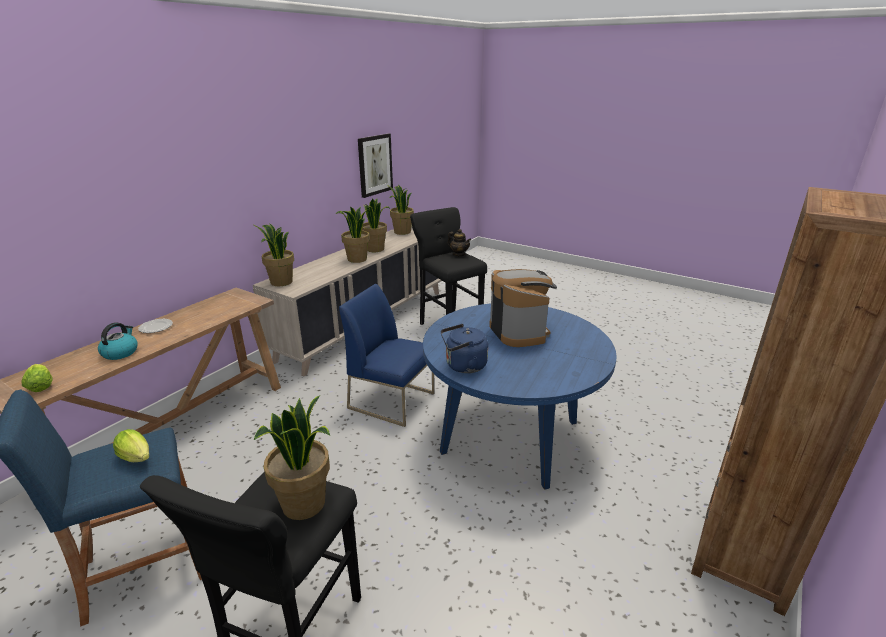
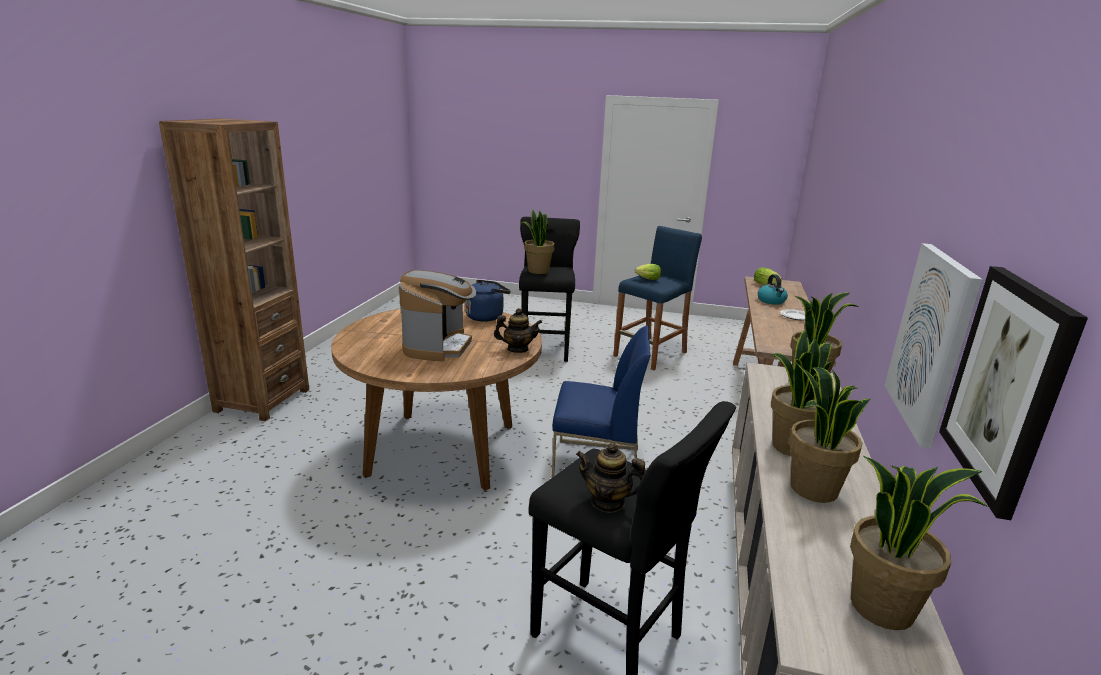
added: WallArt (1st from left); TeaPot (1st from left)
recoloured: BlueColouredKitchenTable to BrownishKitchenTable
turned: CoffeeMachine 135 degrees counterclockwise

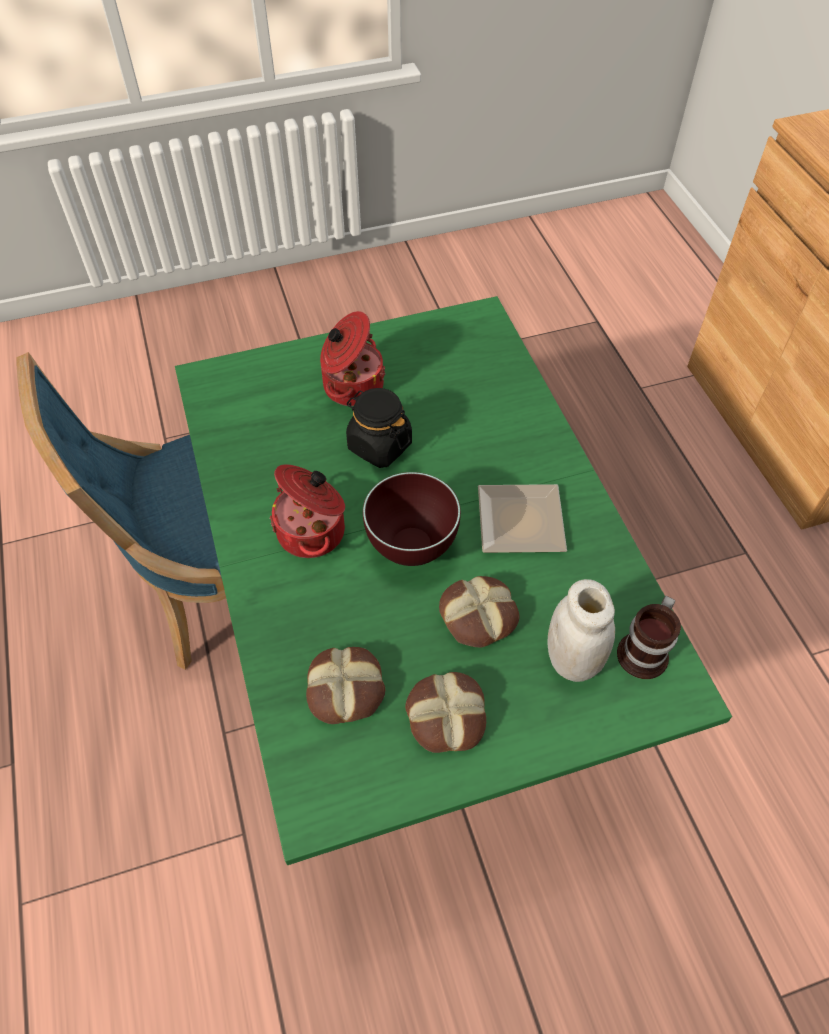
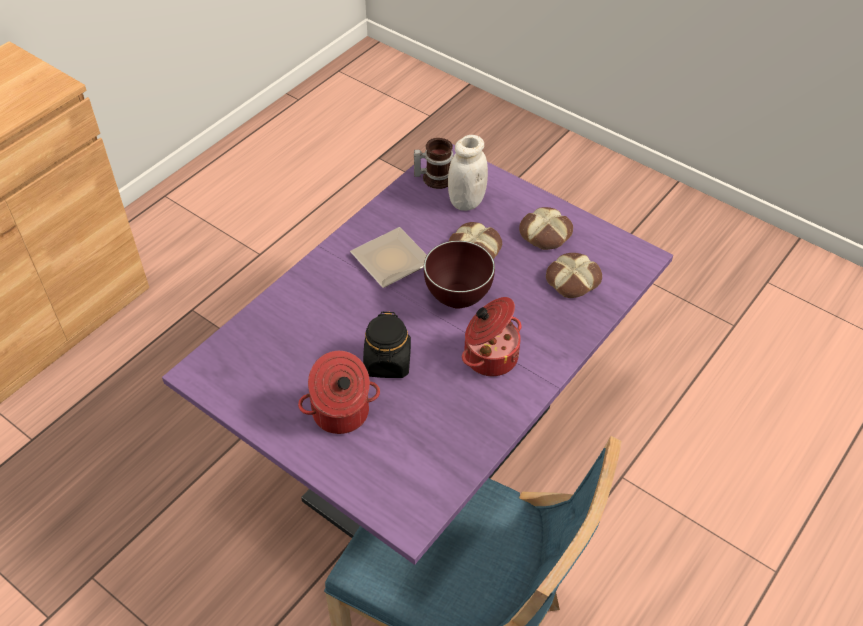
recoloured: GreenColouredKitchenTable to PurpleColouredKitchenTable

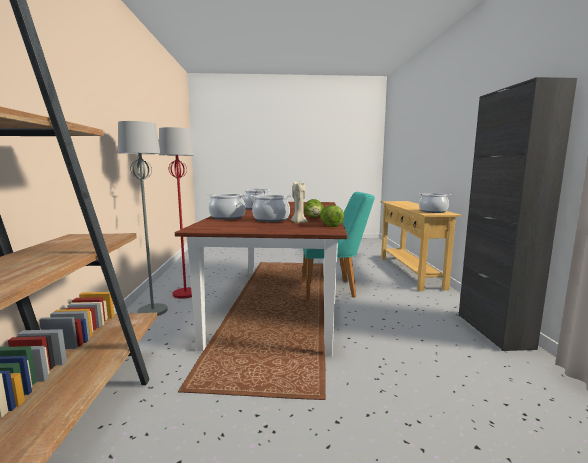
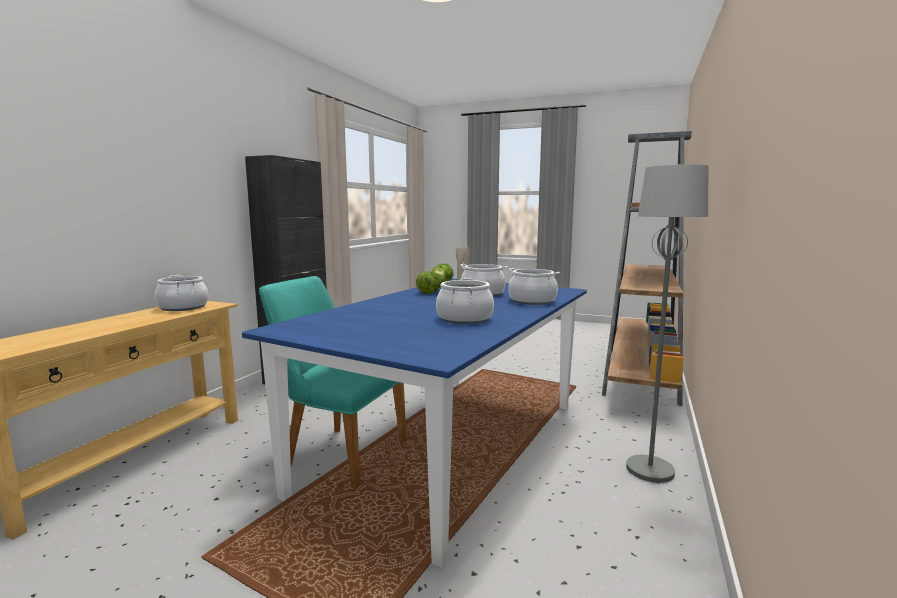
removed: RedColouredFloorLamp
recoloured: BrownishKitchenTable to BlueColouredKitchenTable

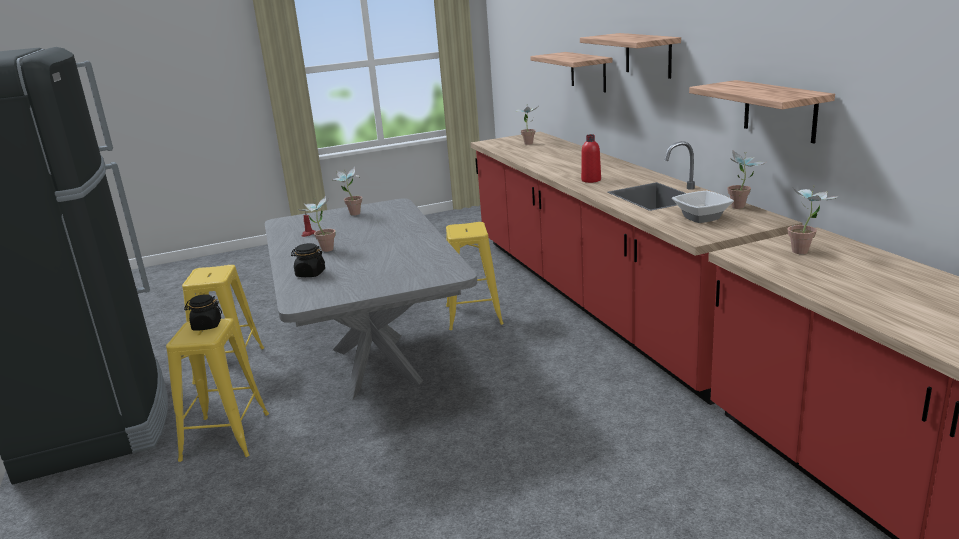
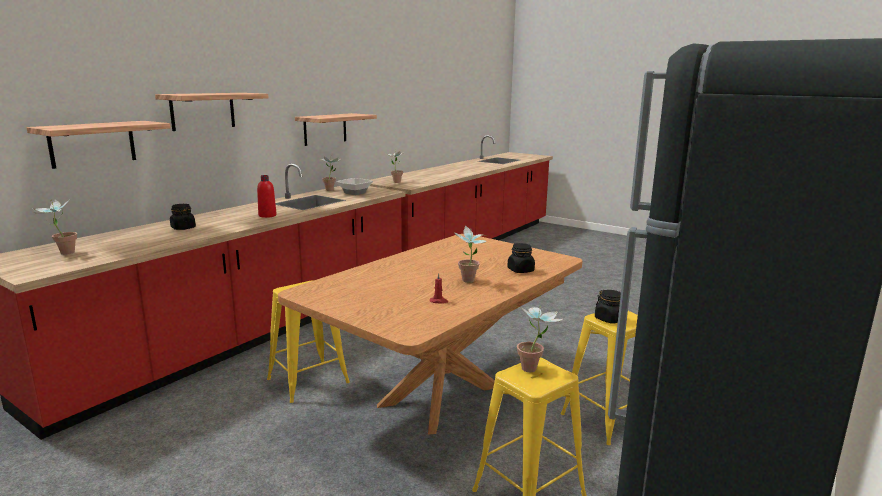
added: BlackColouredPreserveJar (1st from left)
moved: PlantInAPot (2nd from left in the first image) to PlantInAPot (5th from left)
recoloured: GreyKitchenTable to BrownishKitchenTable

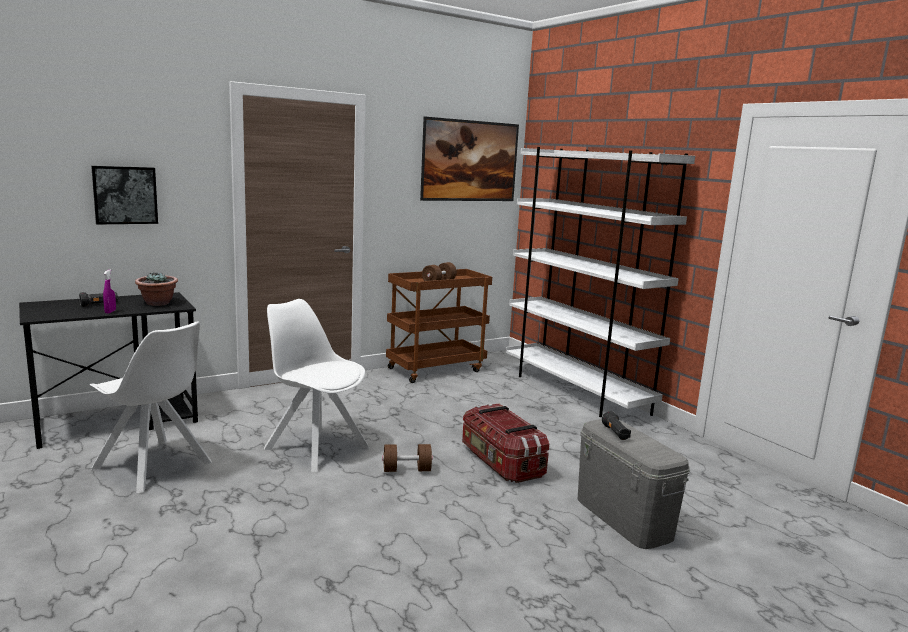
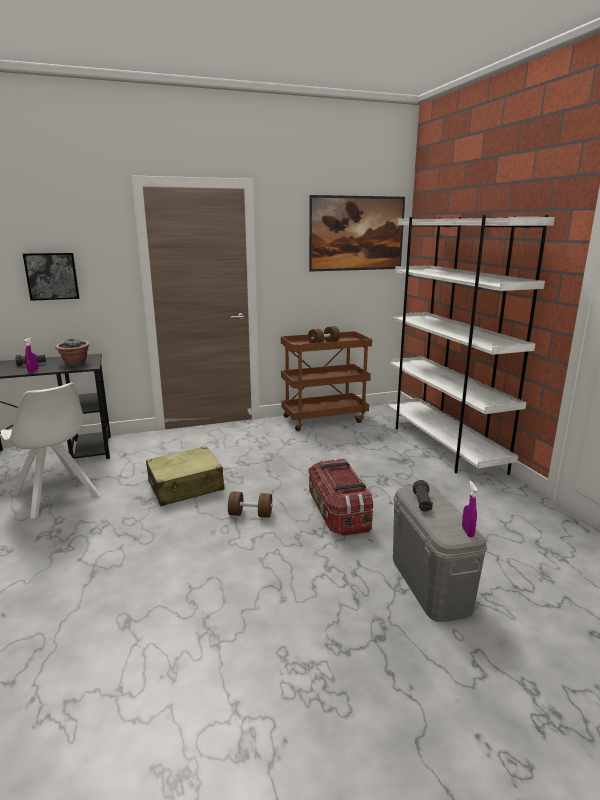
added: PurpleColouredSprayer (2nd from left)
replaced: WhitishUprightChair (2nd from left) to BeigeColouredTravelCase

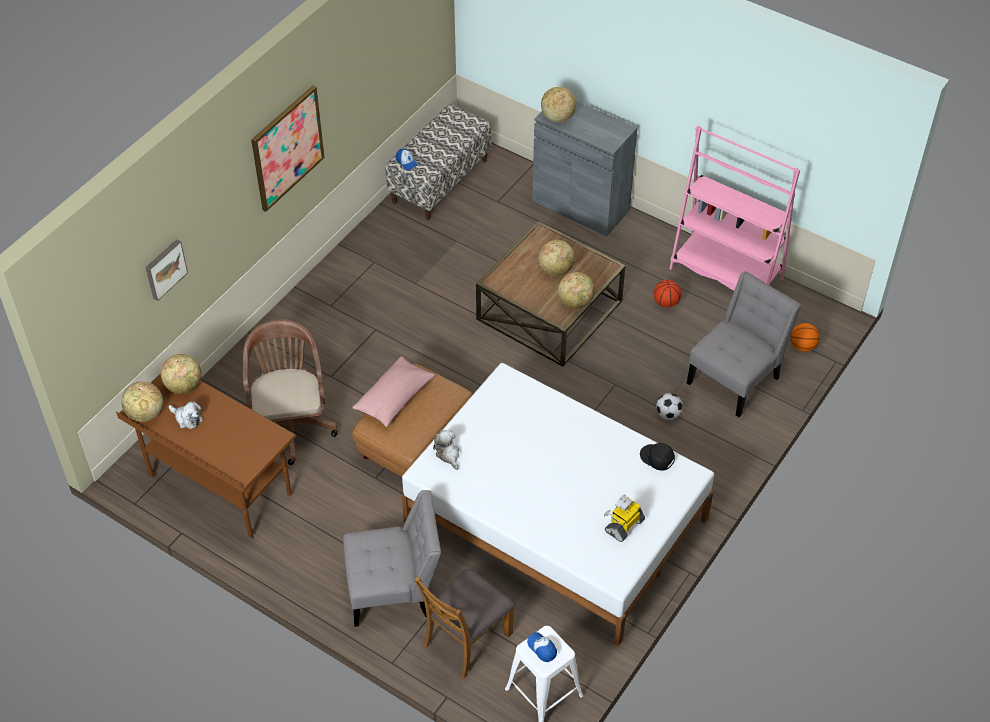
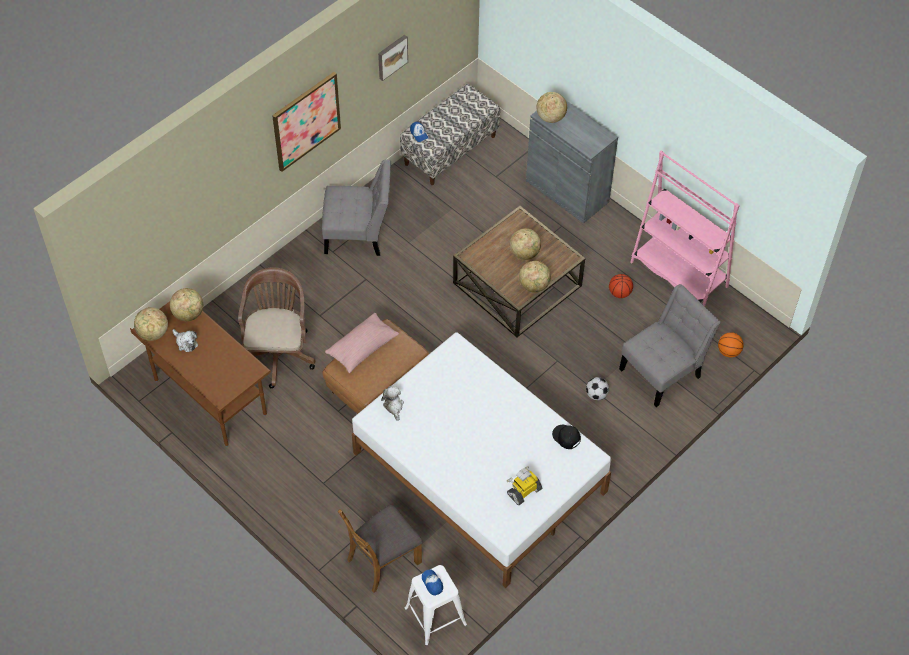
moved: WallArt (1st from left in the first image) to WallArt (2nd from left); GreyUprightChair (1st from left)

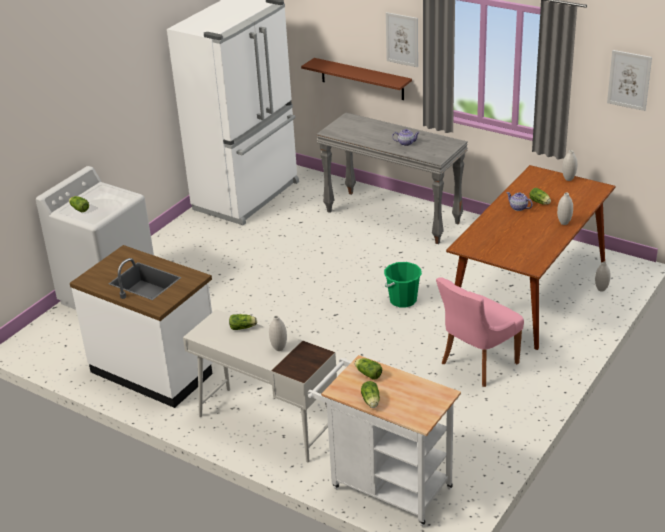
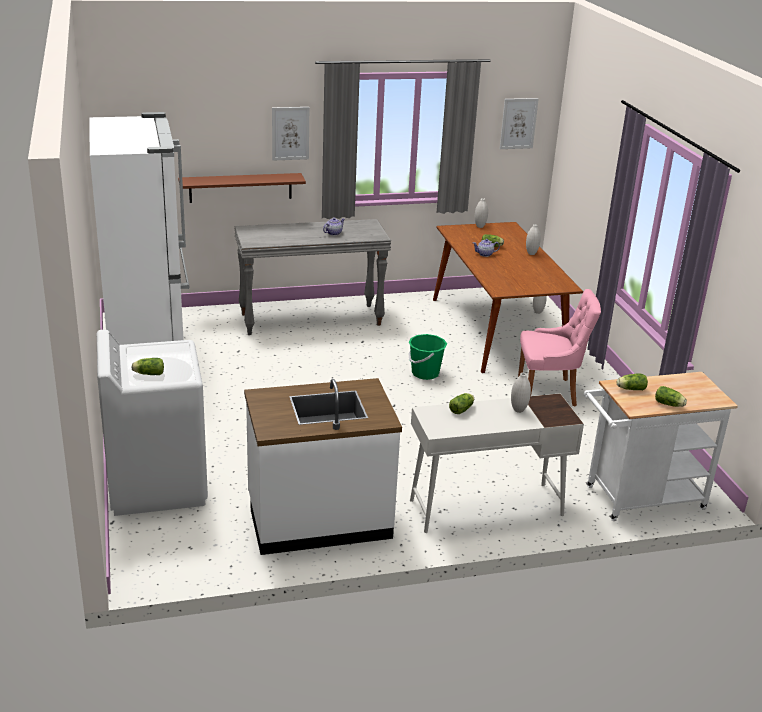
turned: PinkColouredUprightChair 90 degrees counterclockwise

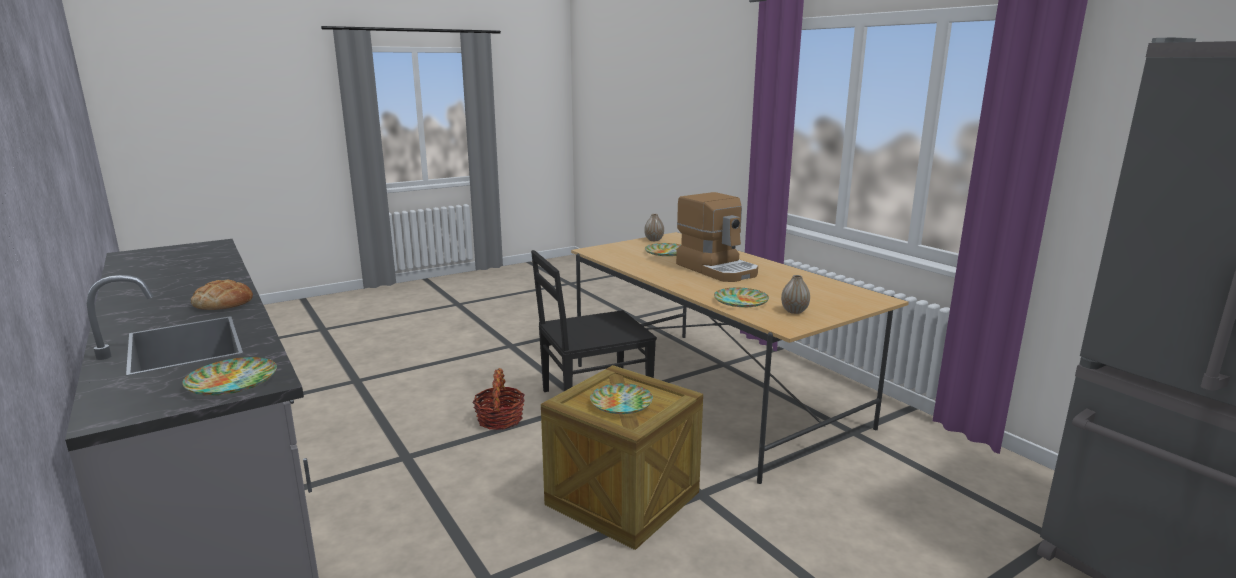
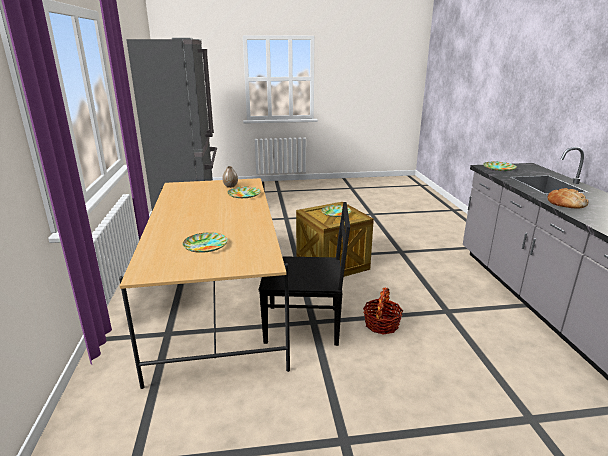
removed: CoffeeMachine; Vase (1st from left)

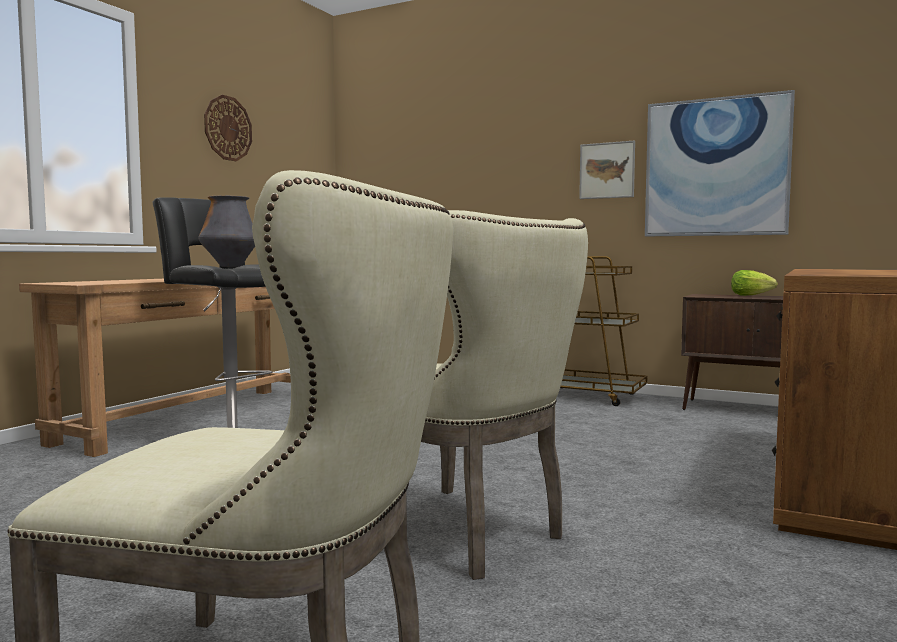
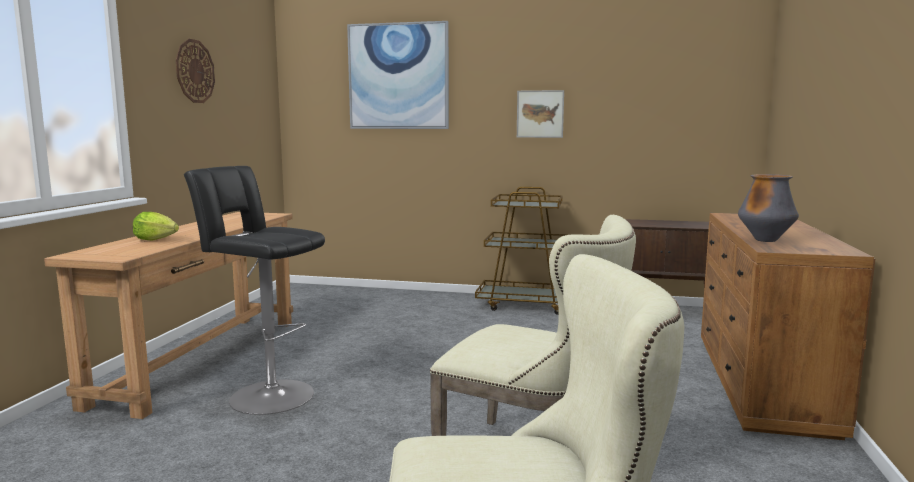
moved: WallArt (2nd from left in the first image) to WallArt (1st from left); Vase; LettuceHead

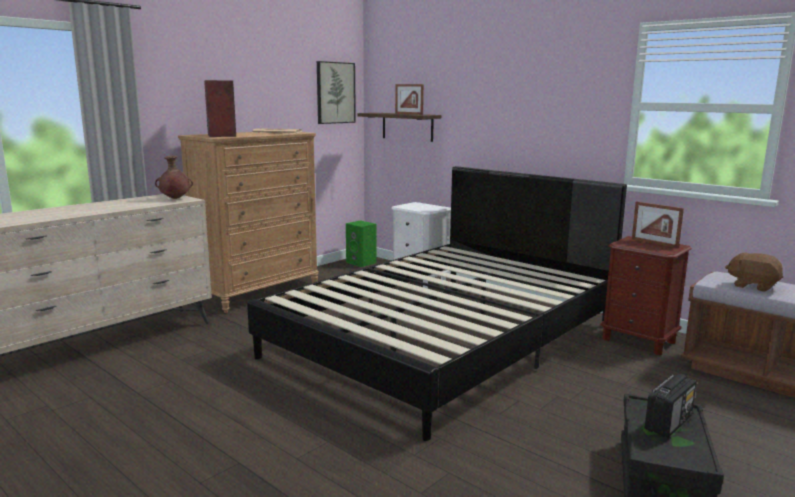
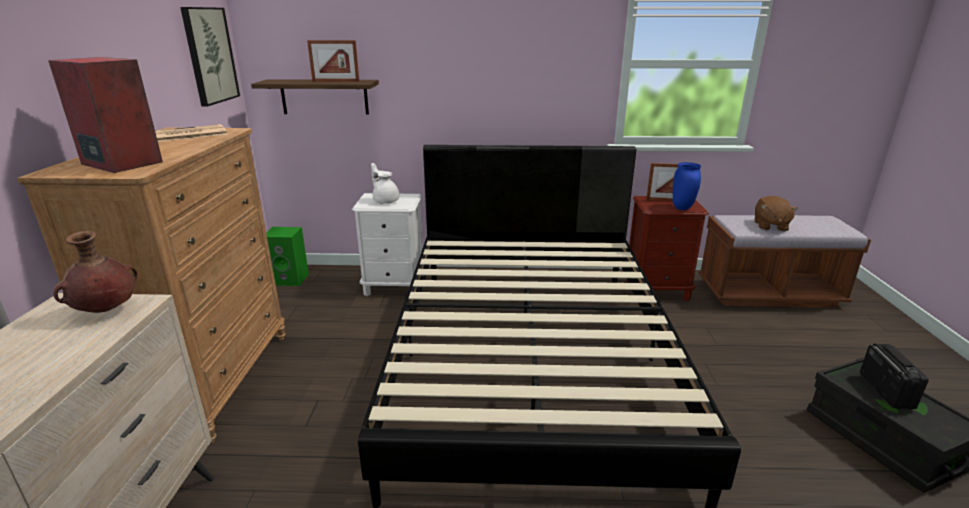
added: BlueColouredVase; WhitishTeaPot
turned: BrownishCuddlyToy 75 degrees counterclockwise

